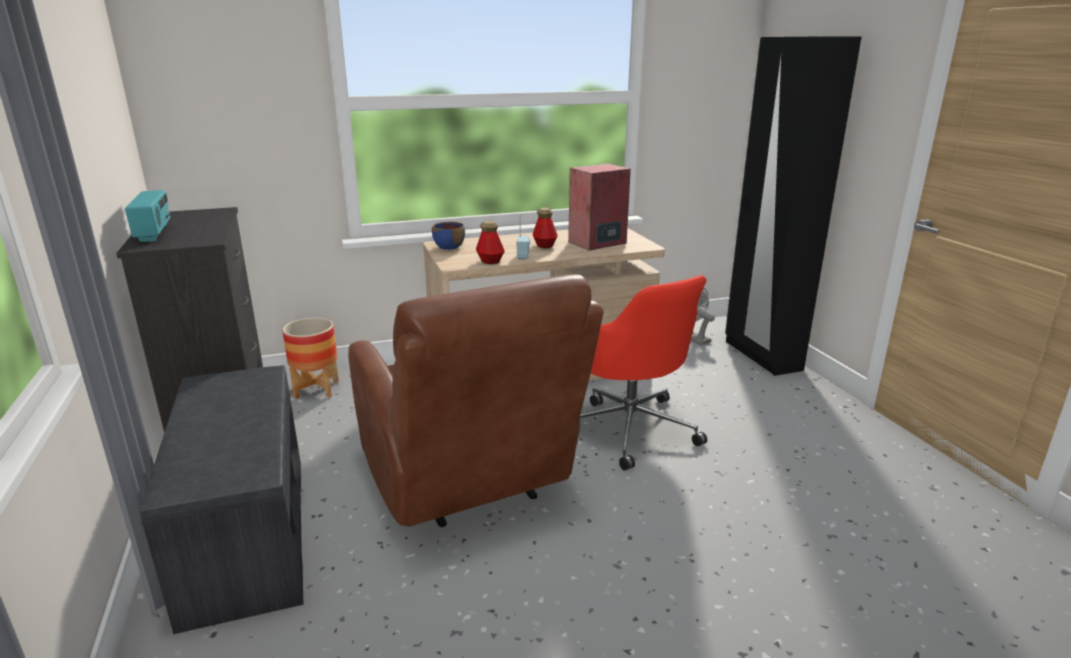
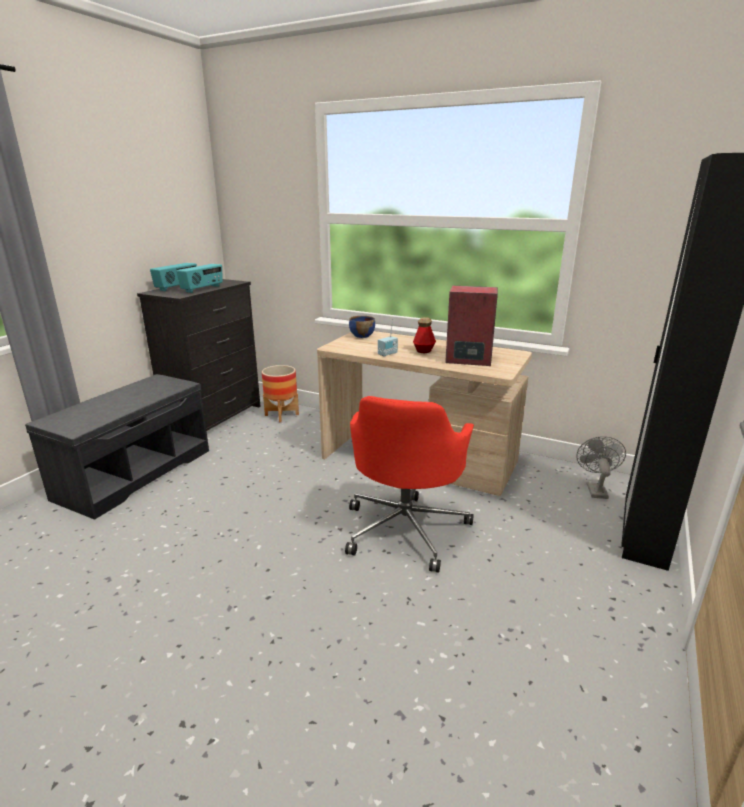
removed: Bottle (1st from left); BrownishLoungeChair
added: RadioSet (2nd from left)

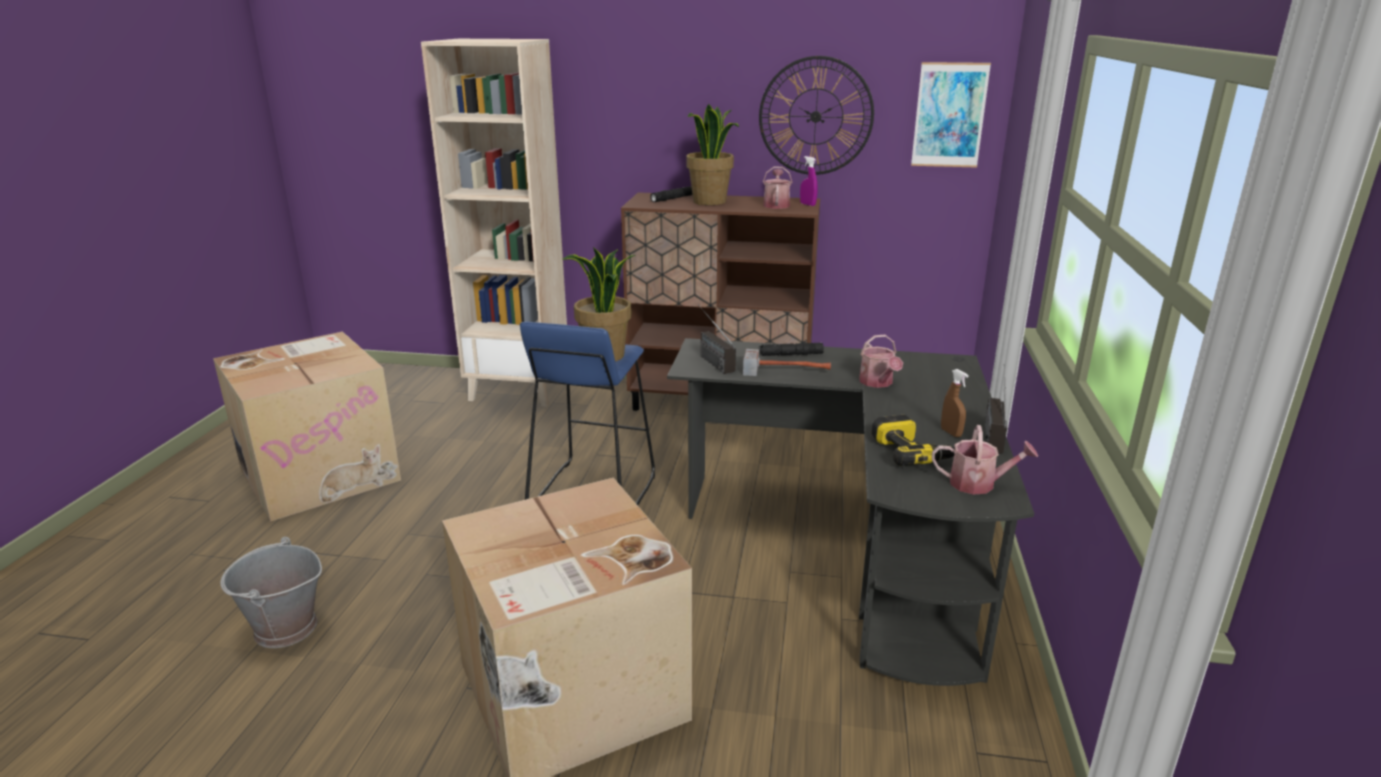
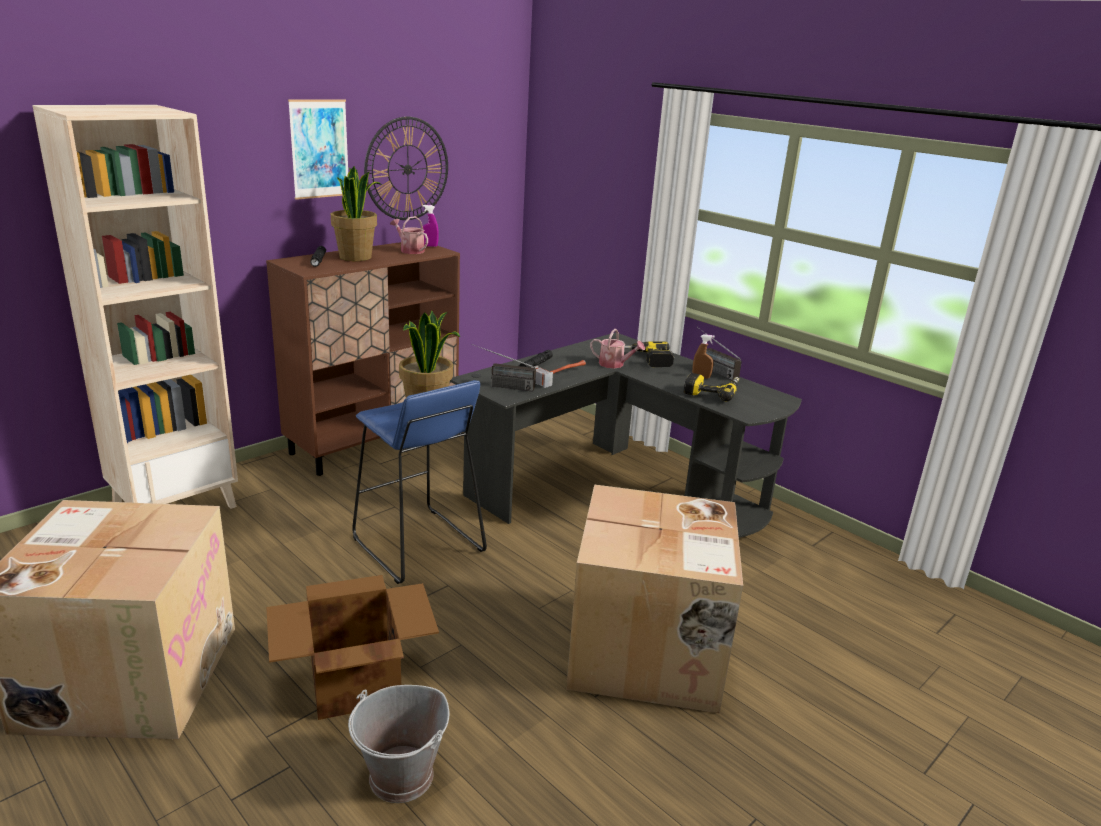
removed: WateringCan (3rd from left)
added: ElectricDrill (1st from left); PackingBox (2nd from left)
moved: WallArt

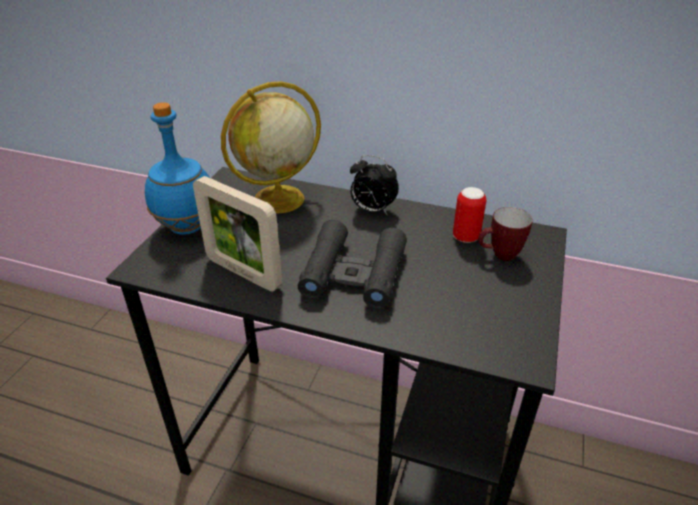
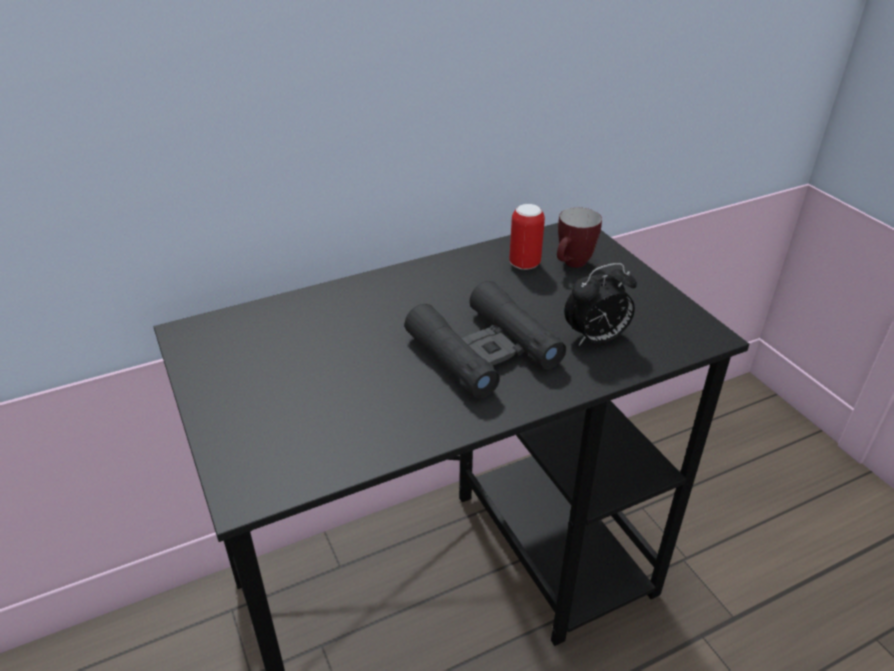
removed: DeskGlobe; BlueColouredBottle; StandingFrame
moved: AlarmClock

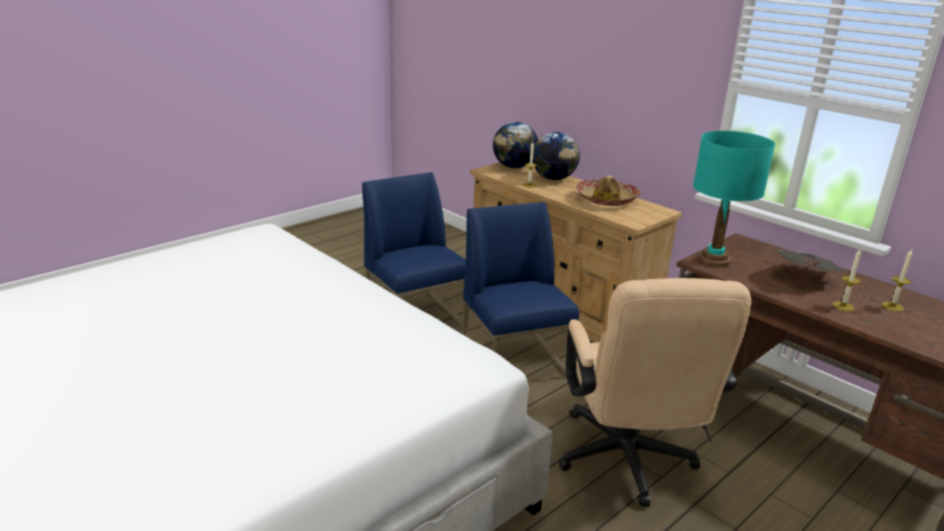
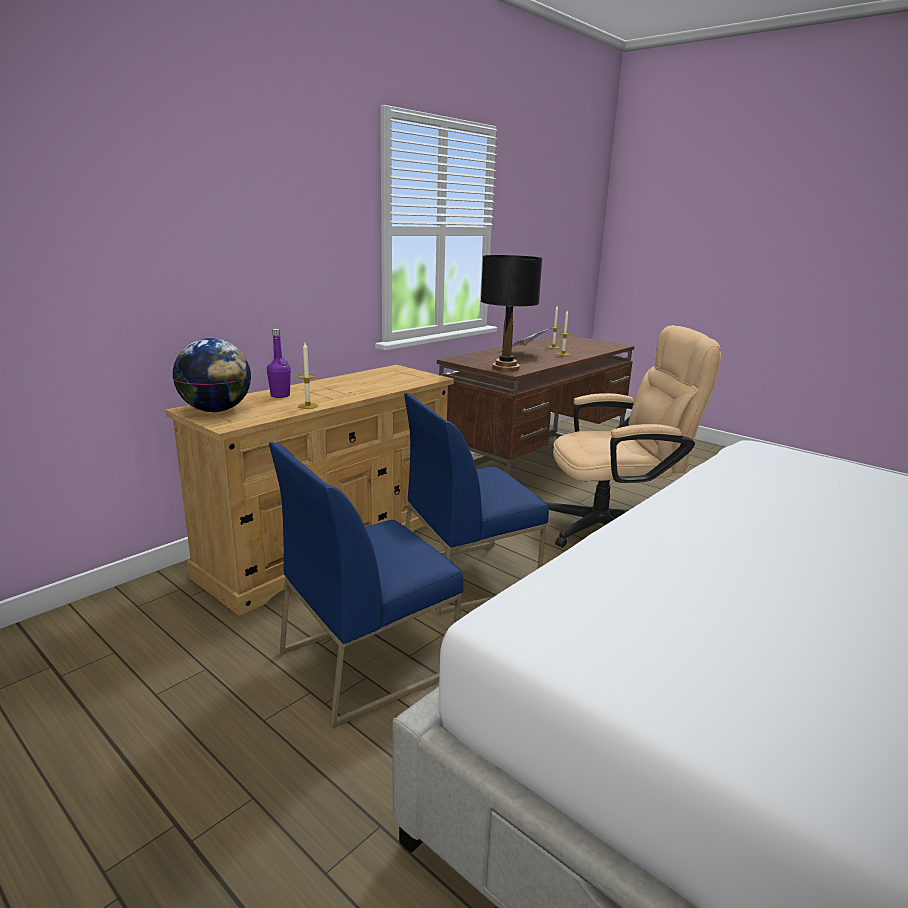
removed: ClothingHat
replaced: DeskGlobe (2nd from left) to PurpleColouredBottle
recoloured: BlueGreenLampForATable to BlackColouredLampForATable

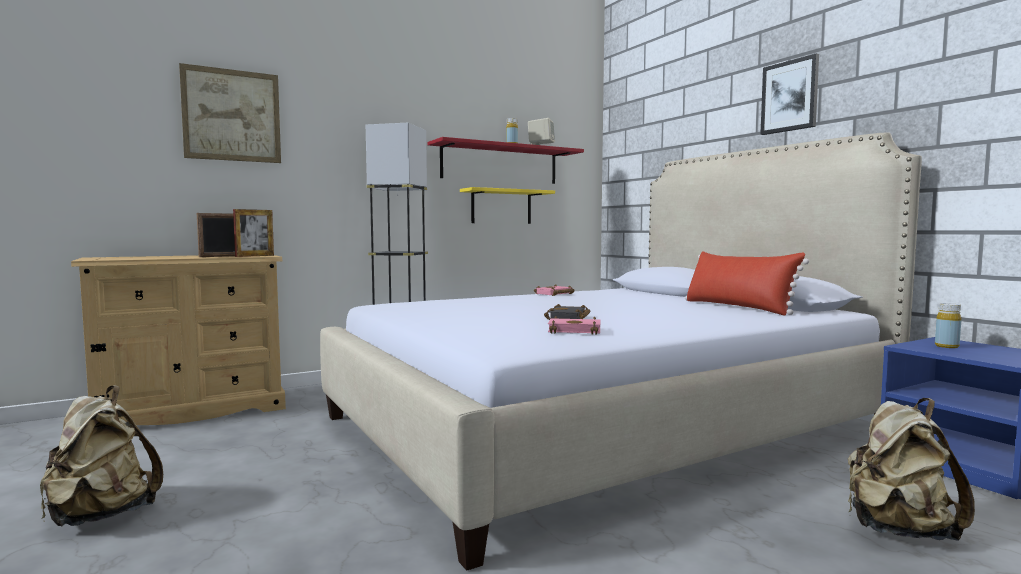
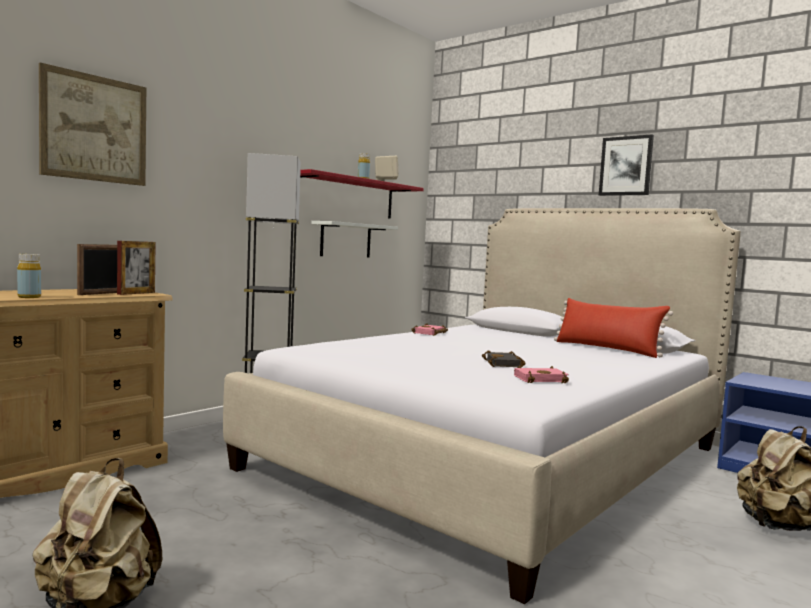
moved: YellowBottle (2nd from left in the first image) to YellowBottle (1st from left)
recoloured: YellowShelf to WhitishShelf

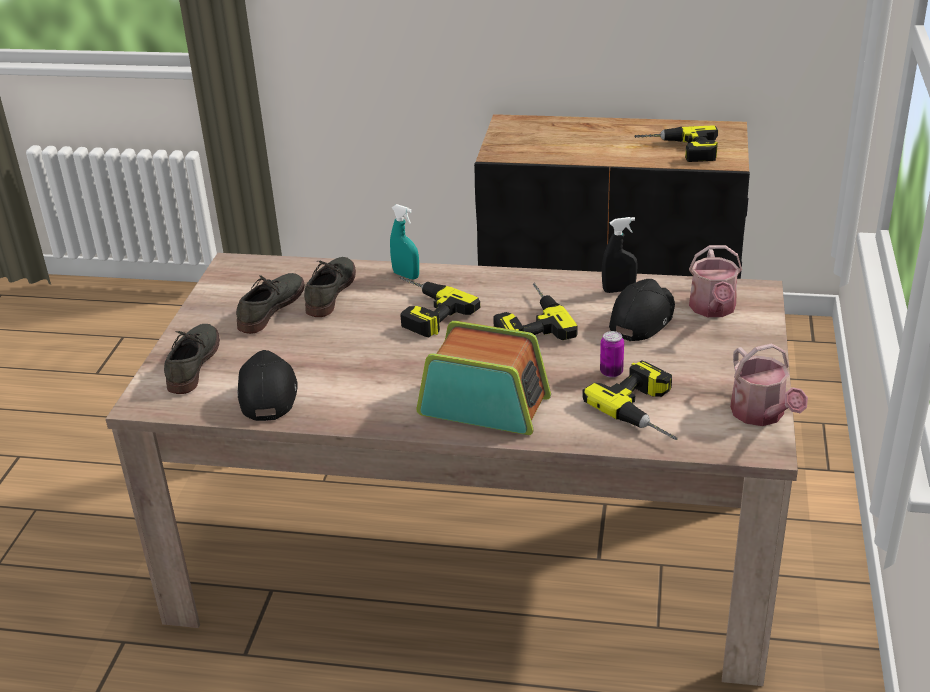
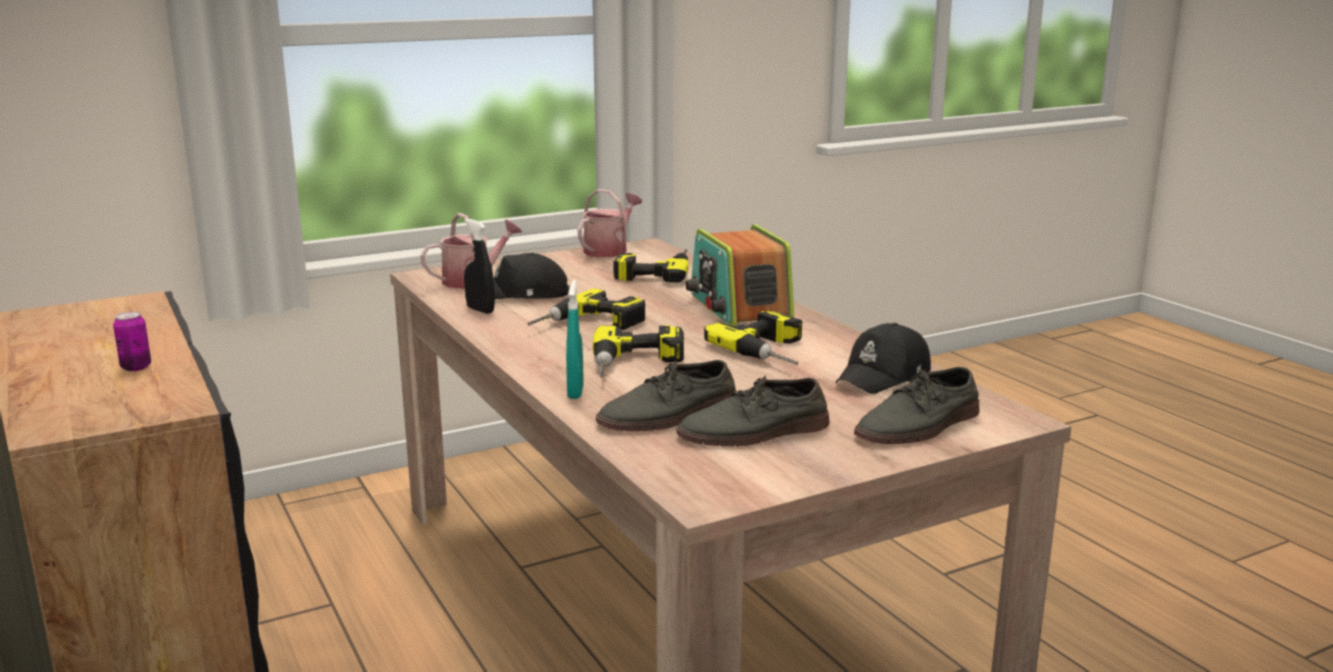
moved: ElectricDrill (4th from left); SealedCan

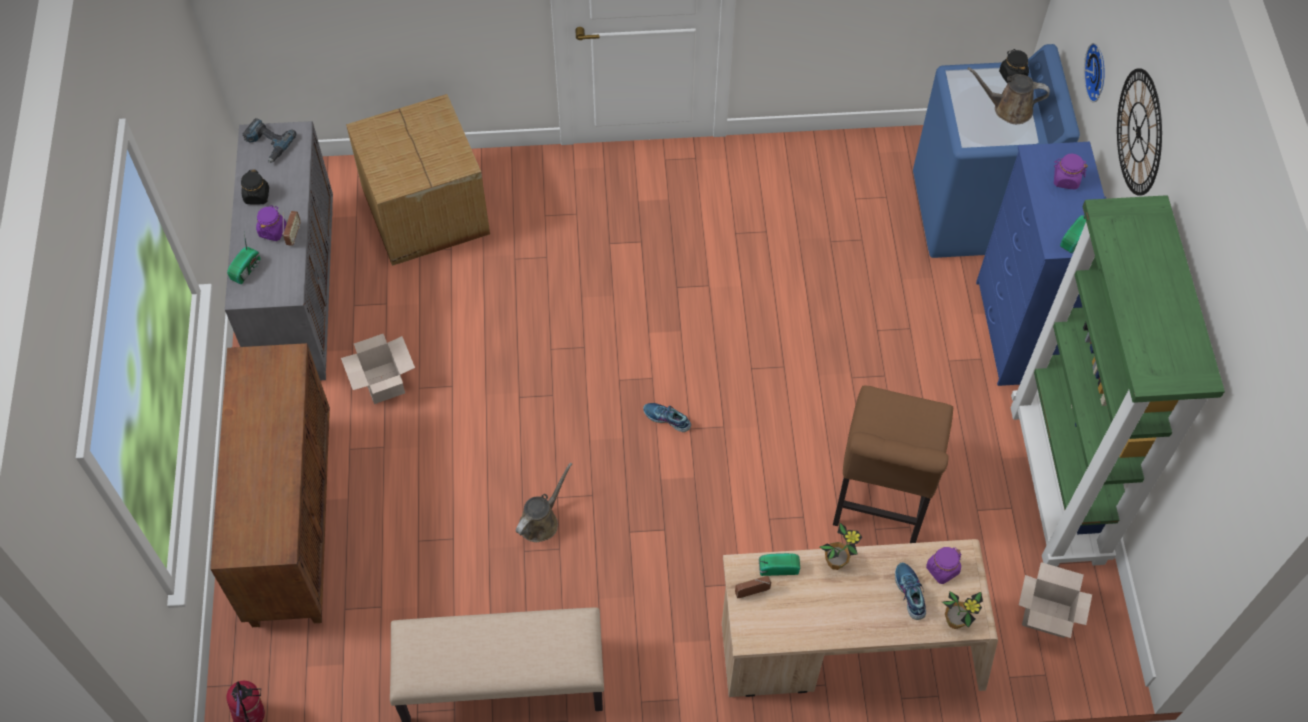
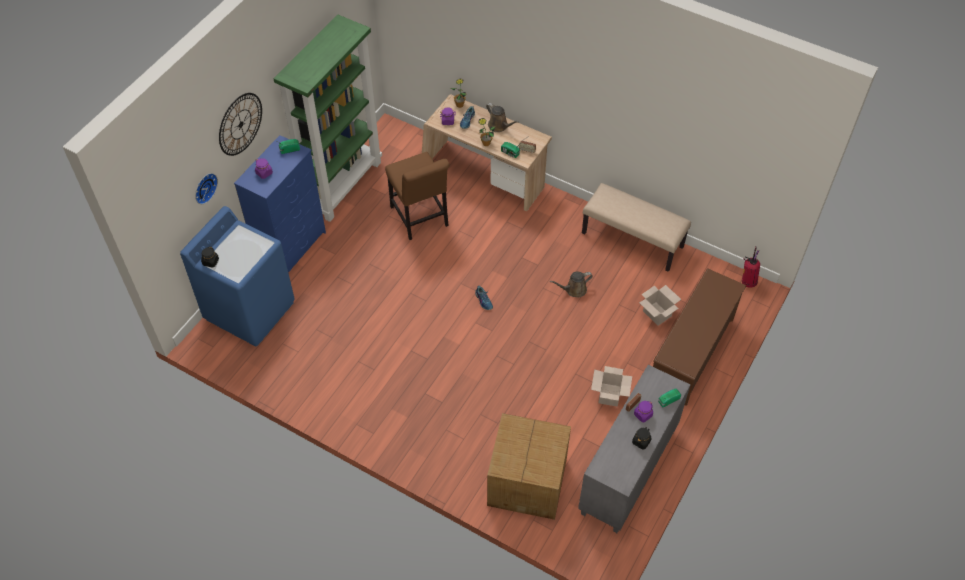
removed: ElectricDrill
moved: BrownishWateringCan (2nd from left in the first image) to BrownishWateringCan (1st from left); PackingBox (3rd from left)
replaced: BrownishCupboard to BrownishShoeShelf
turned: BrownishUprightChair 105 degrees clockwise

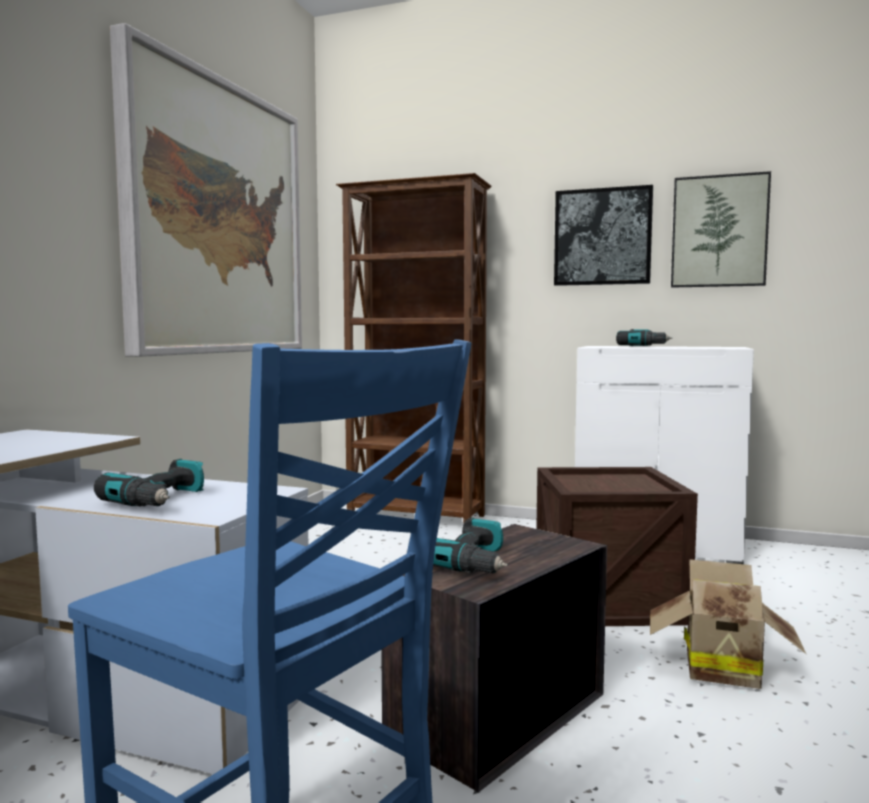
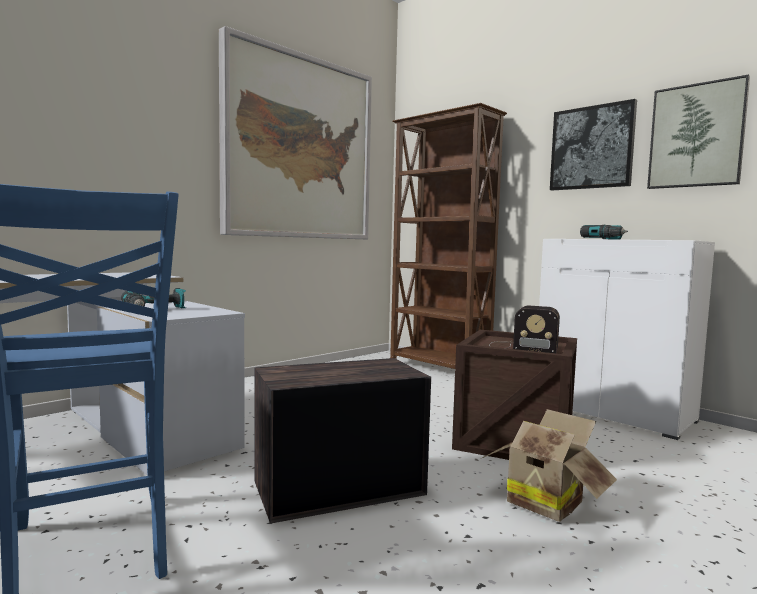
removed: ElectricDrill (2nd from left)
added: RadioSet

